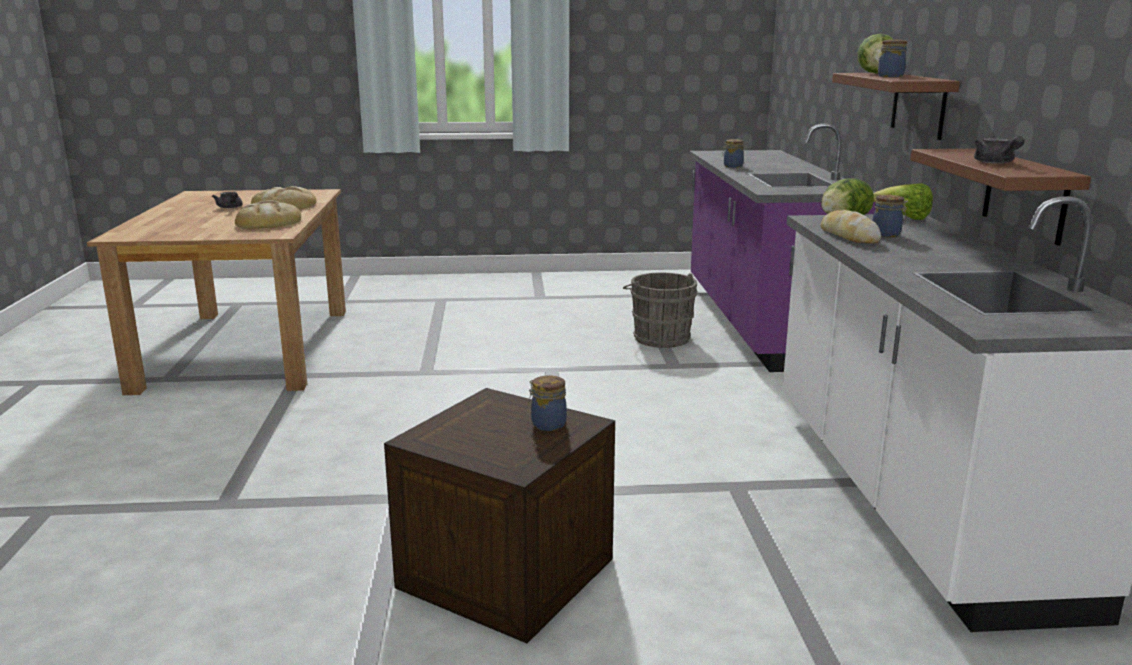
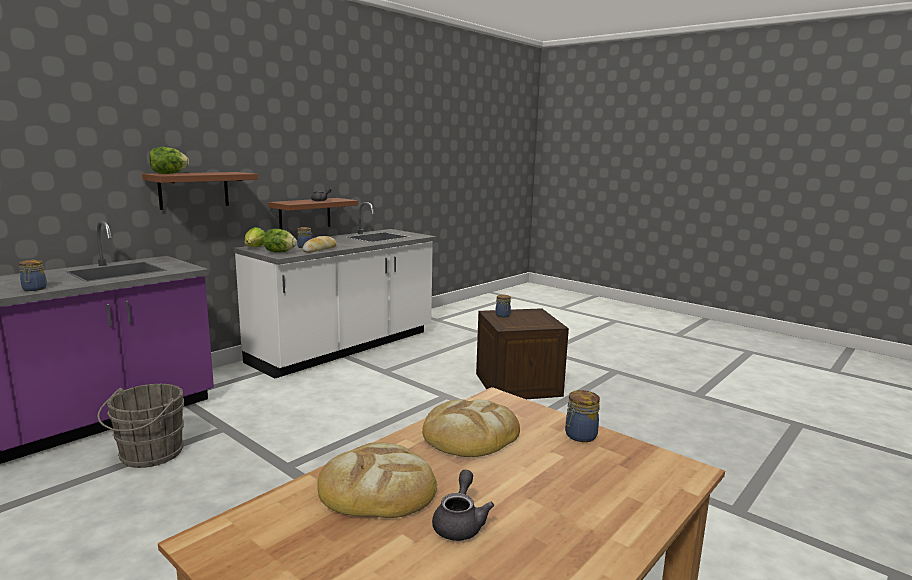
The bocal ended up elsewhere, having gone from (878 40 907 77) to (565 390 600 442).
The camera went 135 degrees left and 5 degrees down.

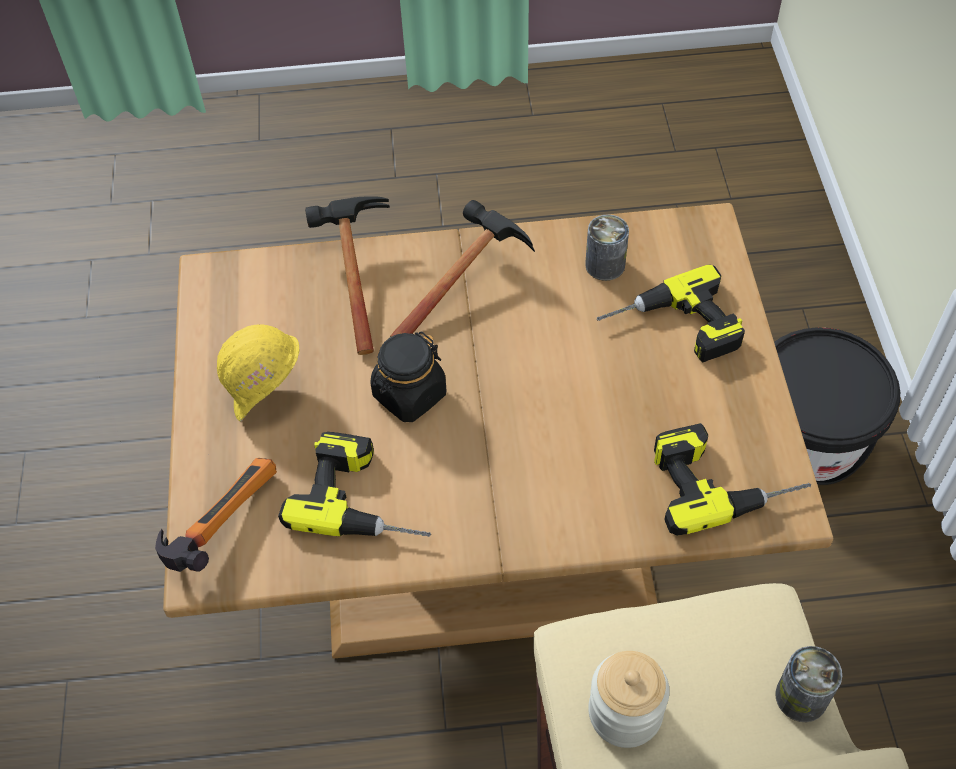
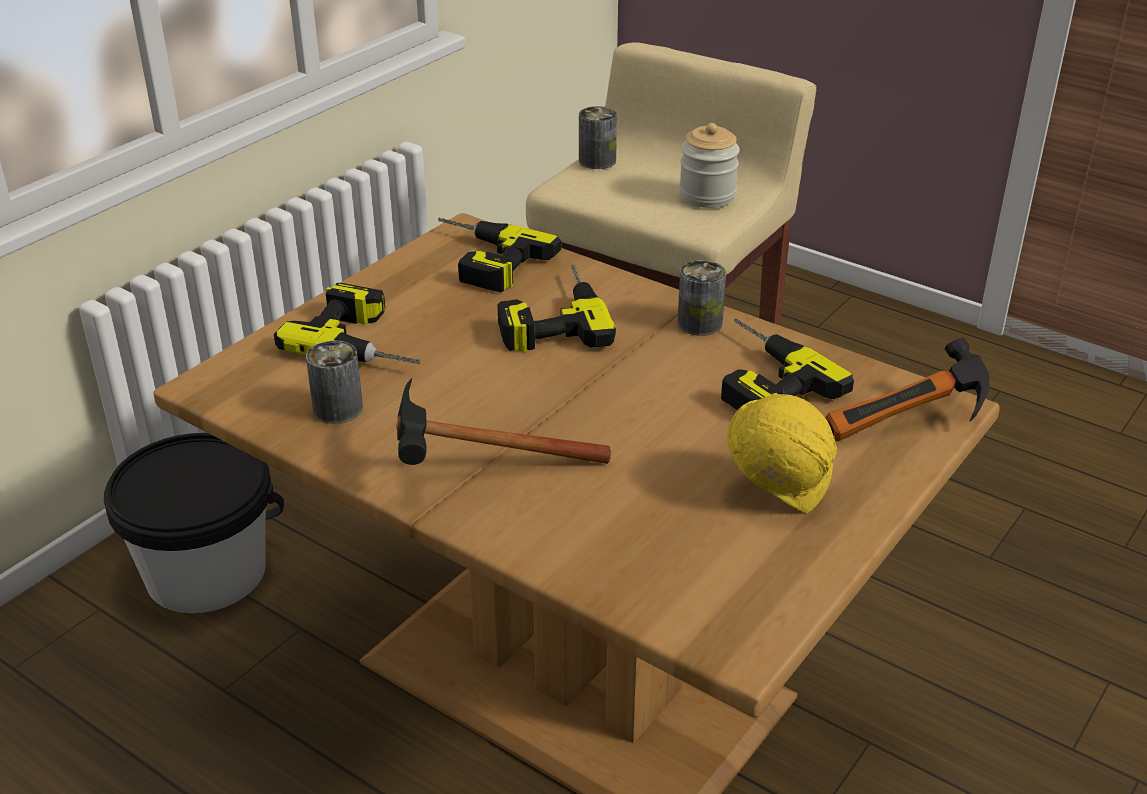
The second view lost the marteau at (305 196 390 355).
The second view lost the bocal (noir) at (371 331 446 422).
The second view gained the perceuse at (497 264 616 352).
The second view gained the boîte métallique at (678 260 726 336).
The camera went 140 degrees left and 20 degrees down.

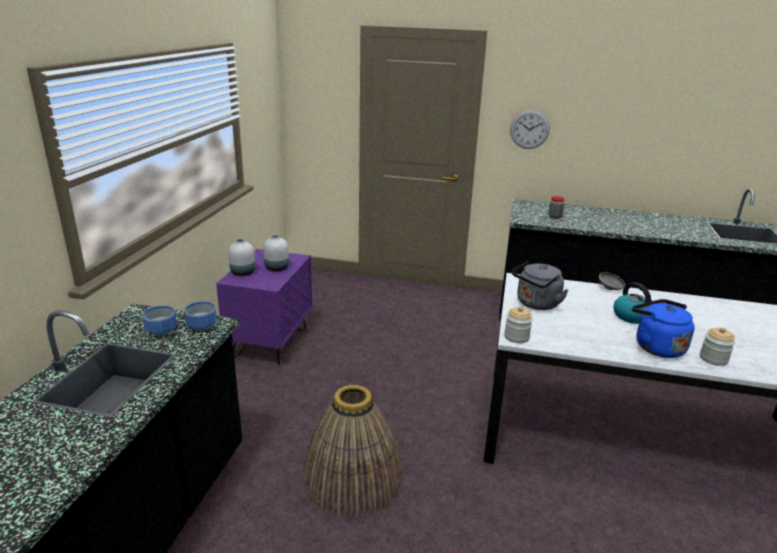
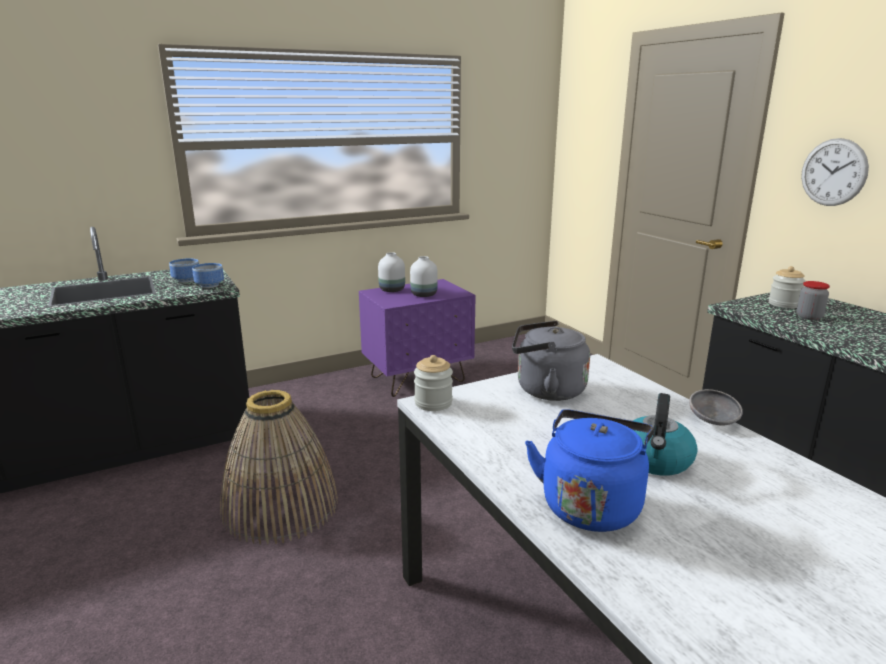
The bocal ended up elsewhere, having gone from (700 327 735 366) to (769 266 806 308).
The camera went 50 degrees right and 5 degrees down.

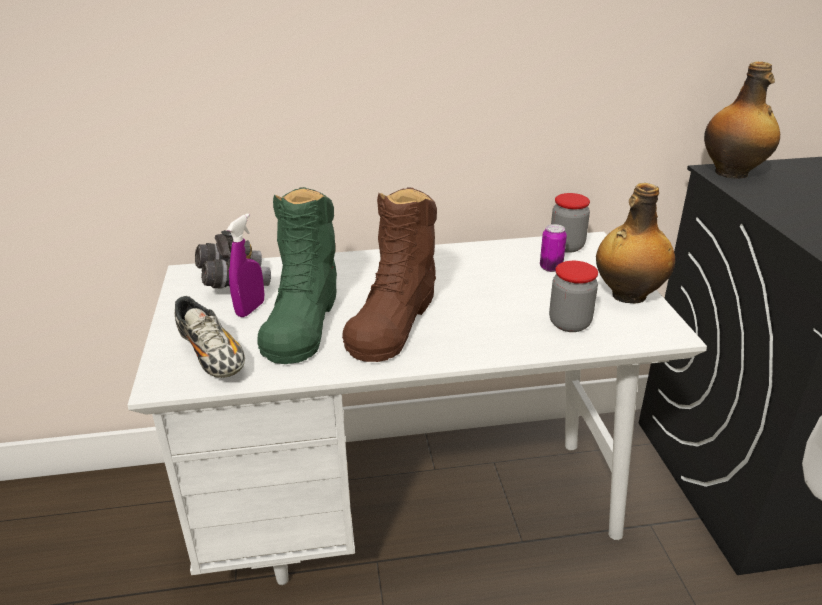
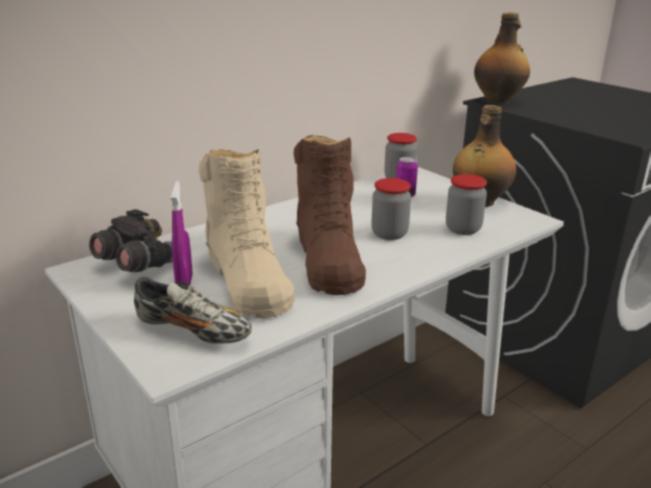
The second view gained the bocal at (371 178 411 240).
What was the botte (vert) at (257 187 337 364) turned into the botte (beige) at (199 149 295 318).
The camera went 30 degrees left and 5 degrees down.

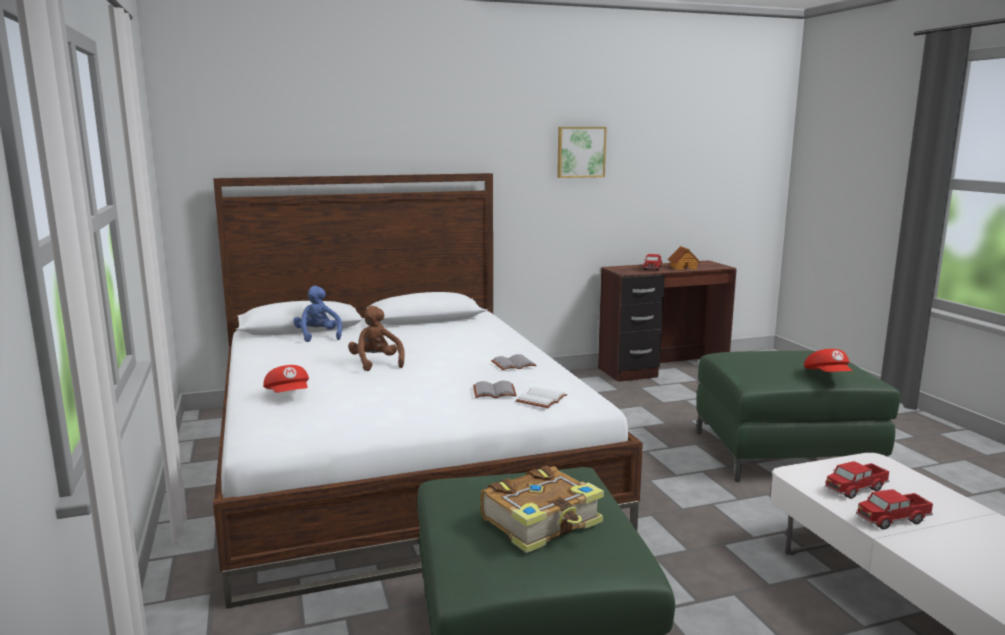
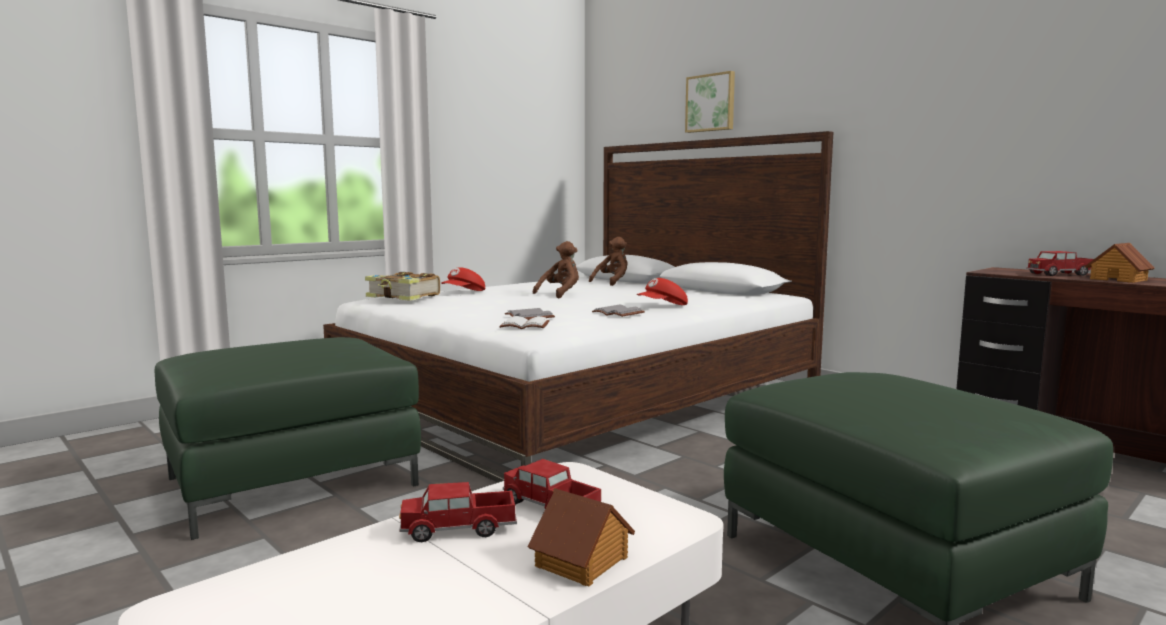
The second view gained the maison miniature at (527 488 635 586).
The livre ended up elsewhere, having gone from (481 466 604 553) to (365 272 440 301).
The tableau ended up elsewhere, having gone from (557 127 607 178) to (685 71 735 133).
The casquette (rouge) ended up elsewhere, having gone from (804 349 852 372) to (637 278 688 305).
What was the peluche (bleu) at (293 286 342 342) turned into the peluche (marron) at (589 237 628 286).
The camion jouet at (856 489 933 530) ended up facing another way, 60 degrees counterclockwise from before.
The camera went 65 degrees right and 5 degrees down.

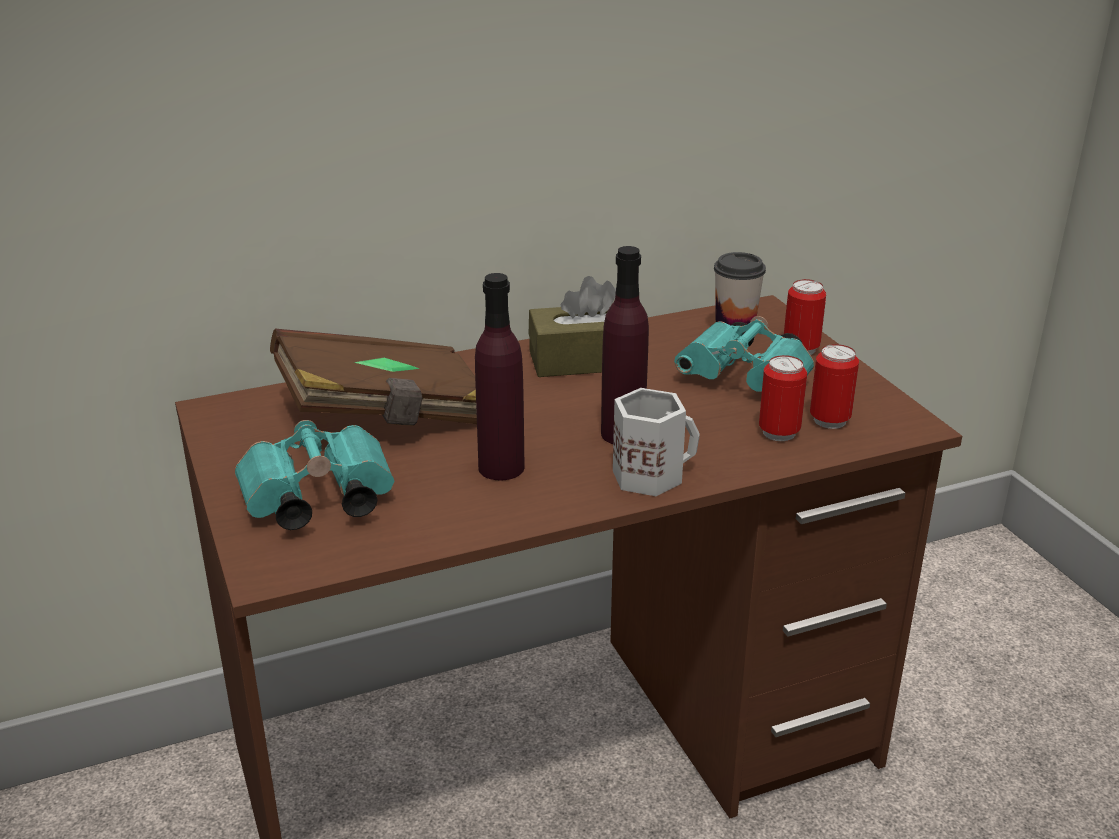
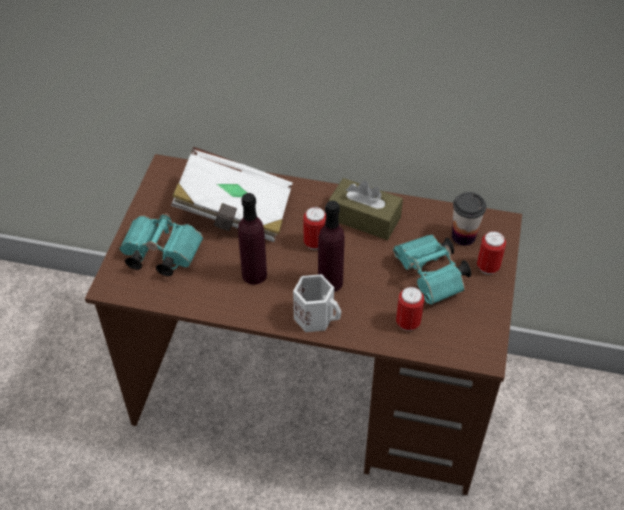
The boîte métallique ended up elsewhere, having gone from (810 344 859 429) to (303 207 326 250).
What was the livre (marron) at (270 329 477 426) turned into the livre (blanc) at (171 147 293 242).
The camera went 35 degrees right and 20 degrees up.

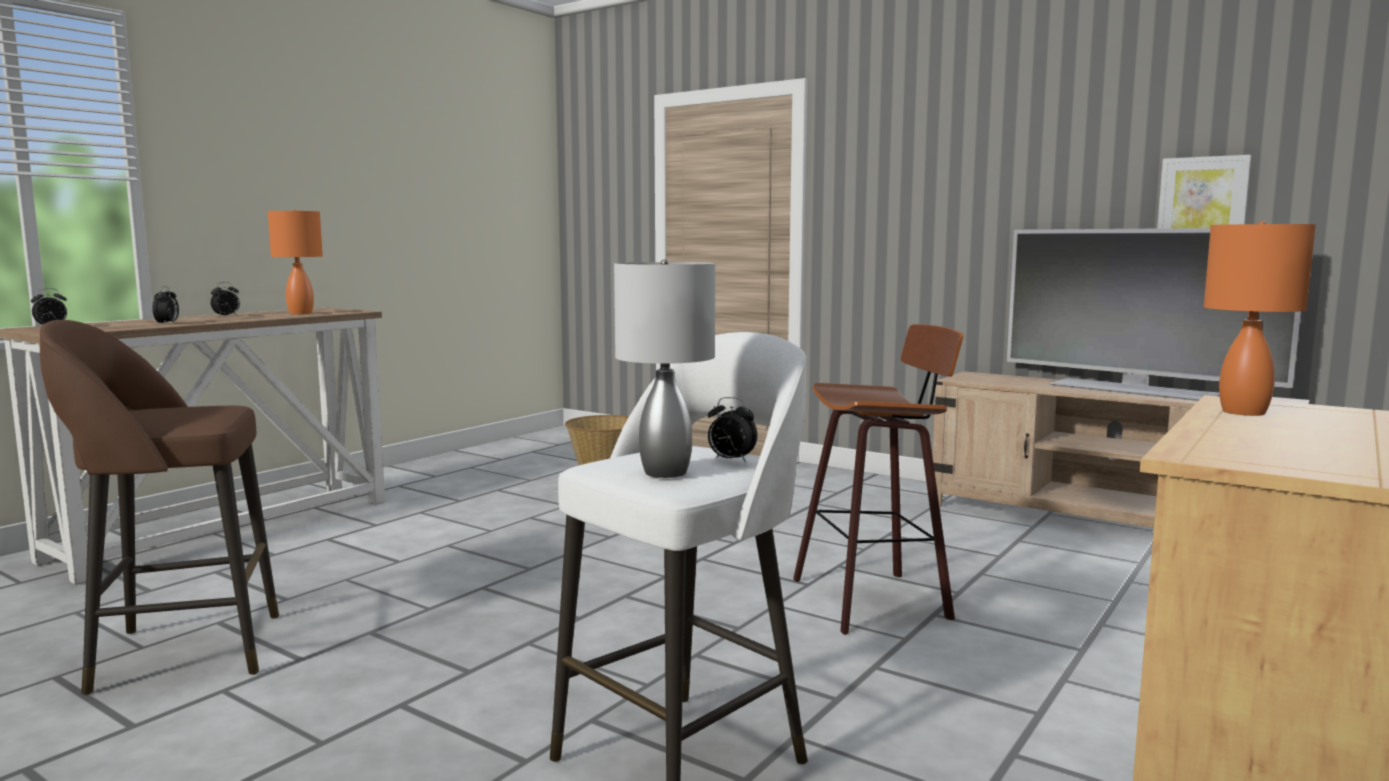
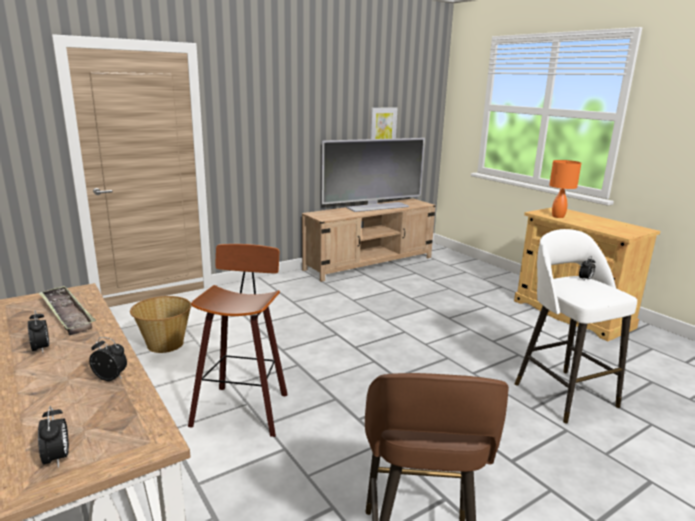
The second view lost the lampe de table (gris) at (614 259 715 478).
The tabouret ended up elsewhere, having gone from (793 324 963 635) to (188 244 288 437).
Where the lampe de table (orange) stood at (268 210 323 315), the plateau came to stand at (38 286 96 335).
The camera went 70 degrees left and 10 degrees up.

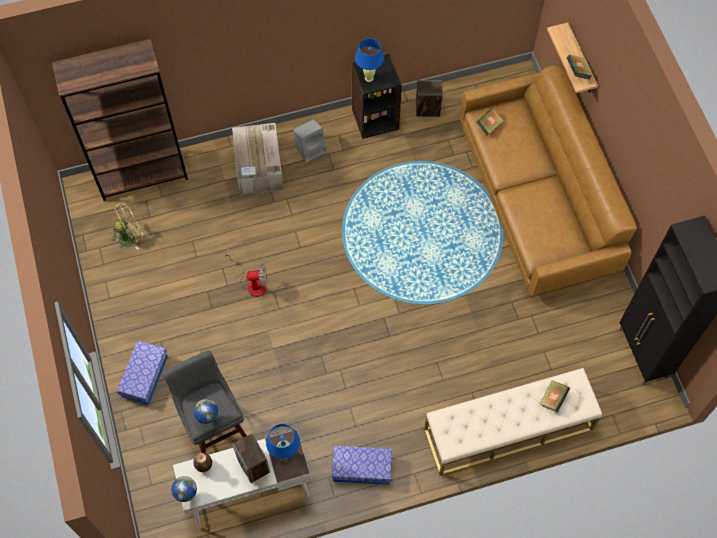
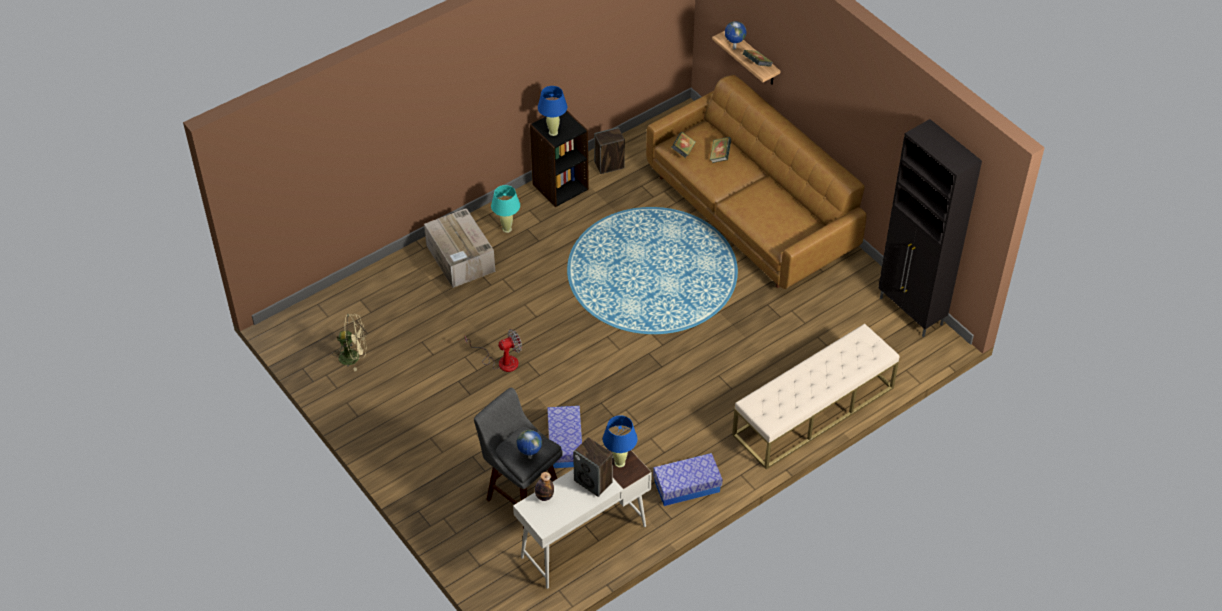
The second view lost the bibliothèque (marron) at (52 39 188 201).
The boîte de rangement ended up elsewhere, having gone from (117 340 168 405) to (547 406 582 468).
The globe ended up elsewhere, having gone from (171 476 197 502) to (725 21 746 50).
The livre ended up elsewhere, having gone from (540 380 570 412) to (710 137 731 163).
Where the enceinte (gris) stood at (293 119 326 163), the lampe de table (turquoise) came to stand at (491 185 520 233).
The ventilateur (beige) at (110 202 143 250) ended up facing another way, 45 degrees clockwise from before.
The camera went 20 degrees left and 15 degrees down.

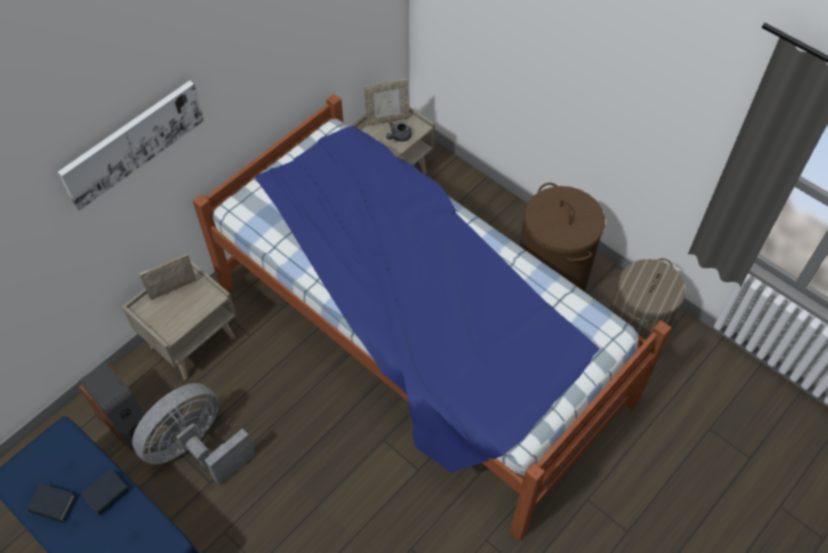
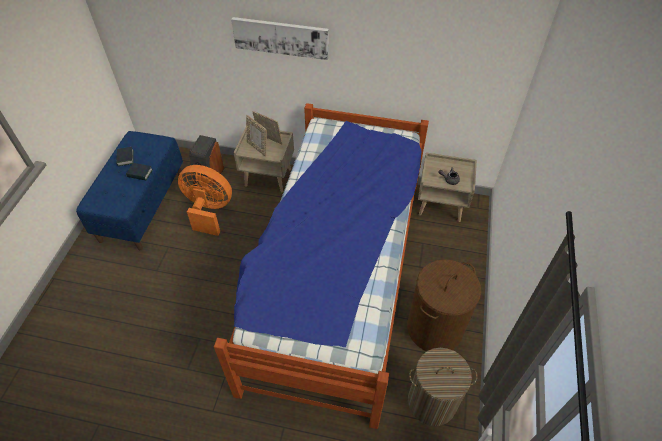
The cadre photo ended up elsewhere, having gone from (364 79 409 126) to (246 115 267 157).
What was the ventilateur (gris) at (132 383 255 485) turned into the ventilateur (orange) at (178 165 232 236).
The camera went 60 degrees right and 5 degrees down.

